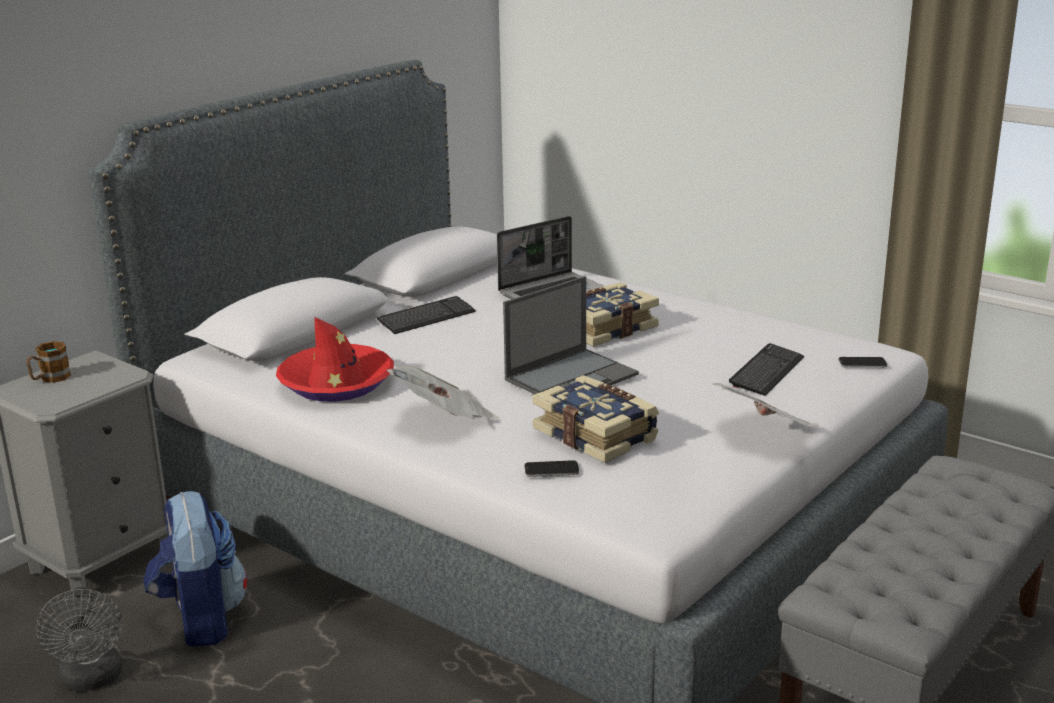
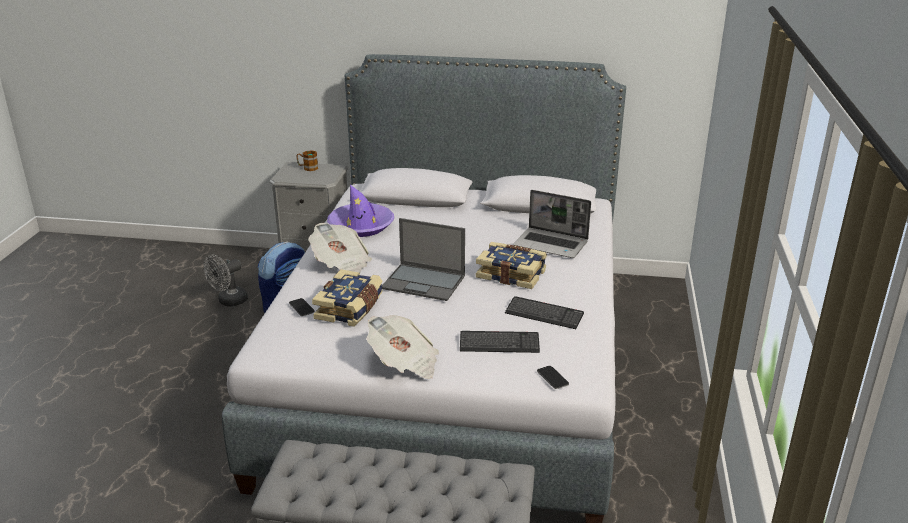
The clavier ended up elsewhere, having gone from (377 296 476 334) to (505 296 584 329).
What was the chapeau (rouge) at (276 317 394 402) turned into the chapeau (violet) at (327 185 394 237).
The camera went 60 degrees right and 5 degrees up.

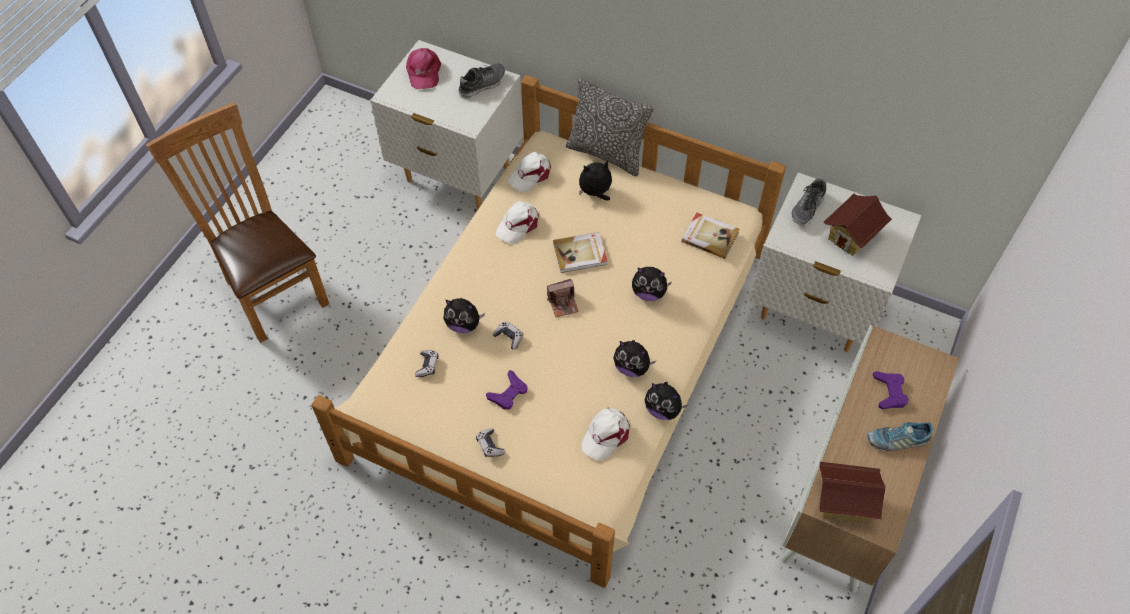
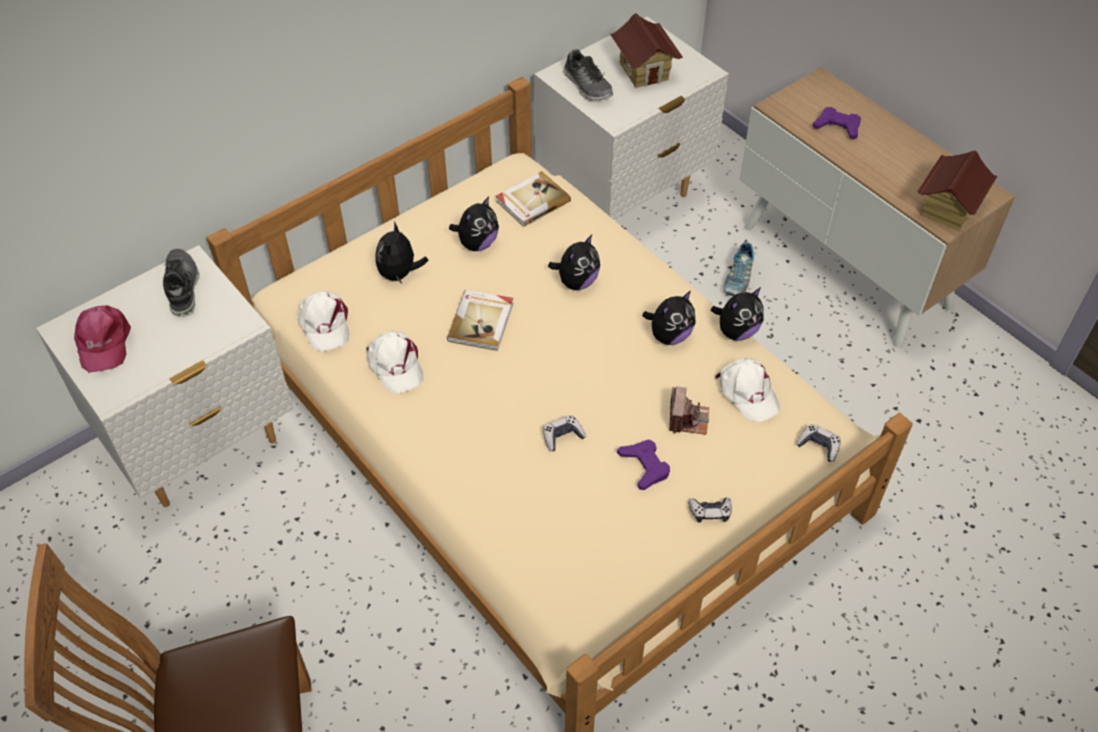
The second view lost the coussin at (566 79 654 176).
The manette ended up elsewhere, having gone from (415 350 438 377) to (796 424 841 462).
The peluche ended up elsewhere, having gone from (443 298 485 333) to (449 196 499 251).
The appareil photo ended up elsewhere, having gone from (547 279 579 317) to (669 386 709 435).
The chaussure ended up elsewhere, having gone from (867 422 933 451) to (723 242 754 296).
The casquette (rose) at (406 48 441 89) ended up facing another way, 60 degrees clockwise from before.
The camera went 65 degrees left and 5 degrees down.

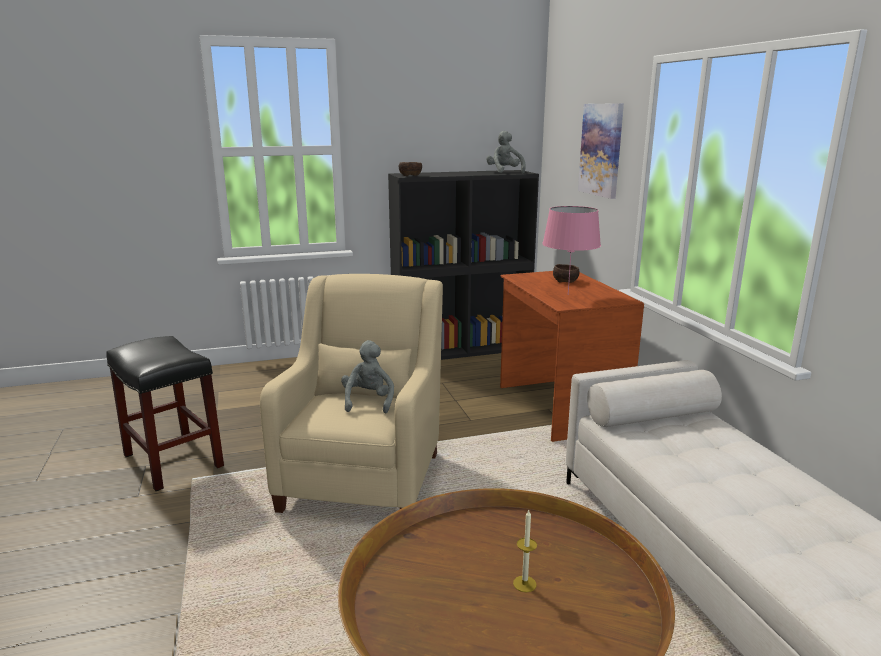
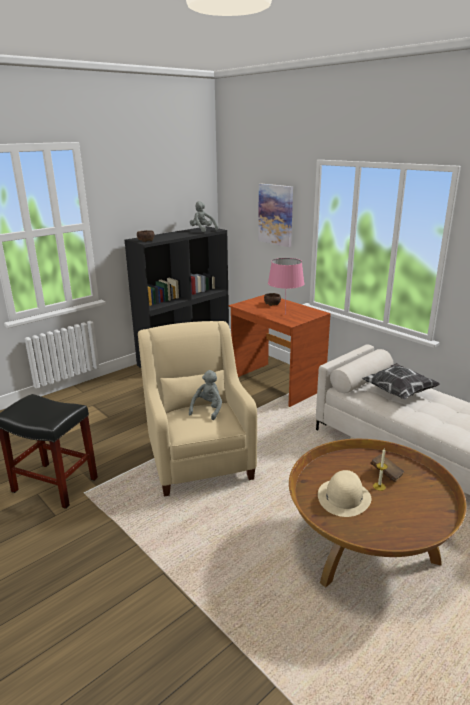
The second view gained the chapeau (beige) at (318 470 371 517).
The second view gained the coussin at (362 363 440 399).
The second view gained the livre (marron) at (370 454 404 482).
The peluche (gris) at (341 340 394 413) ended up facing another way, 45 degrees clockwise from before.
The camera went 25 degrees left and 5 degrees up.

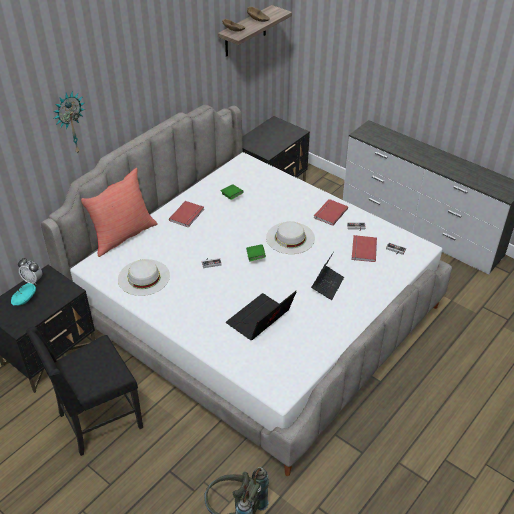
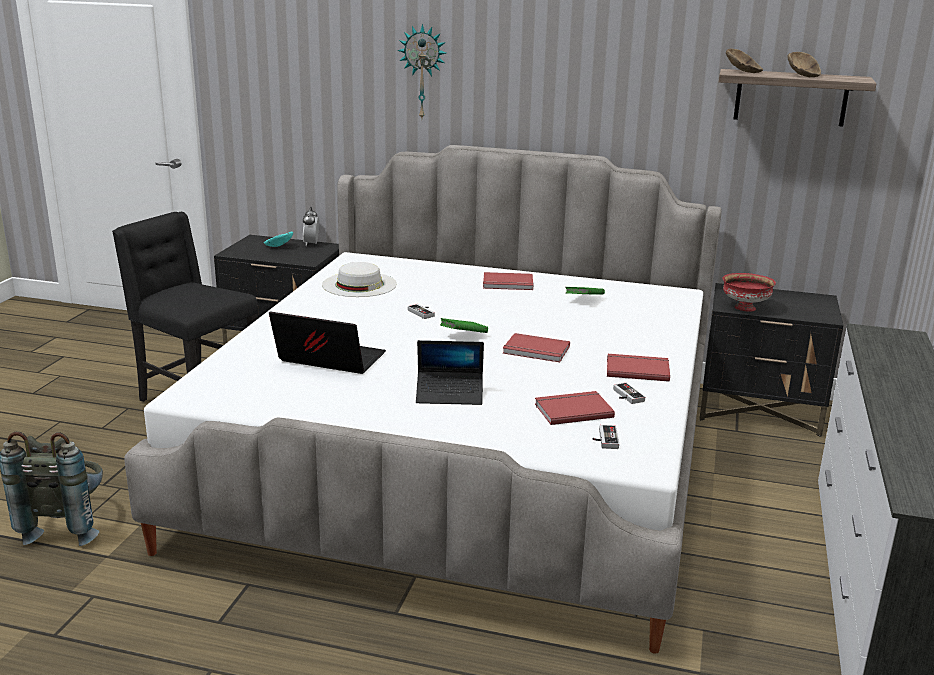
The second view lost the coussin (rouge) at (81 168 158 257).
The second view gained the bol (rouge) at (722 273 776 312).
Where the chapeau (blanc) stood at (266 221 315 254), the livre (rouge) came to stand at (503 333 570 362).
The camera went 65 degrees right and 20 degrees down.

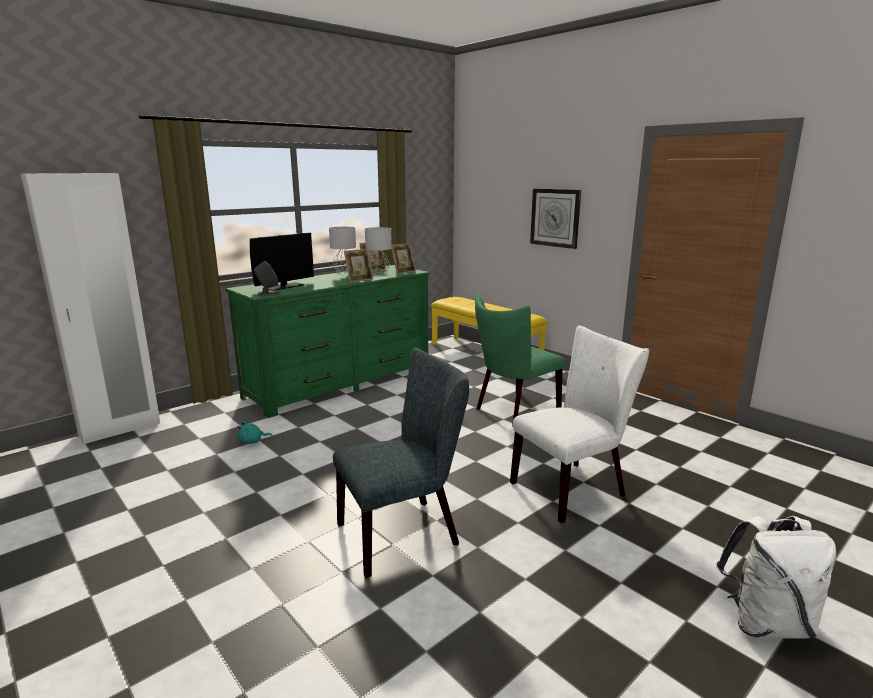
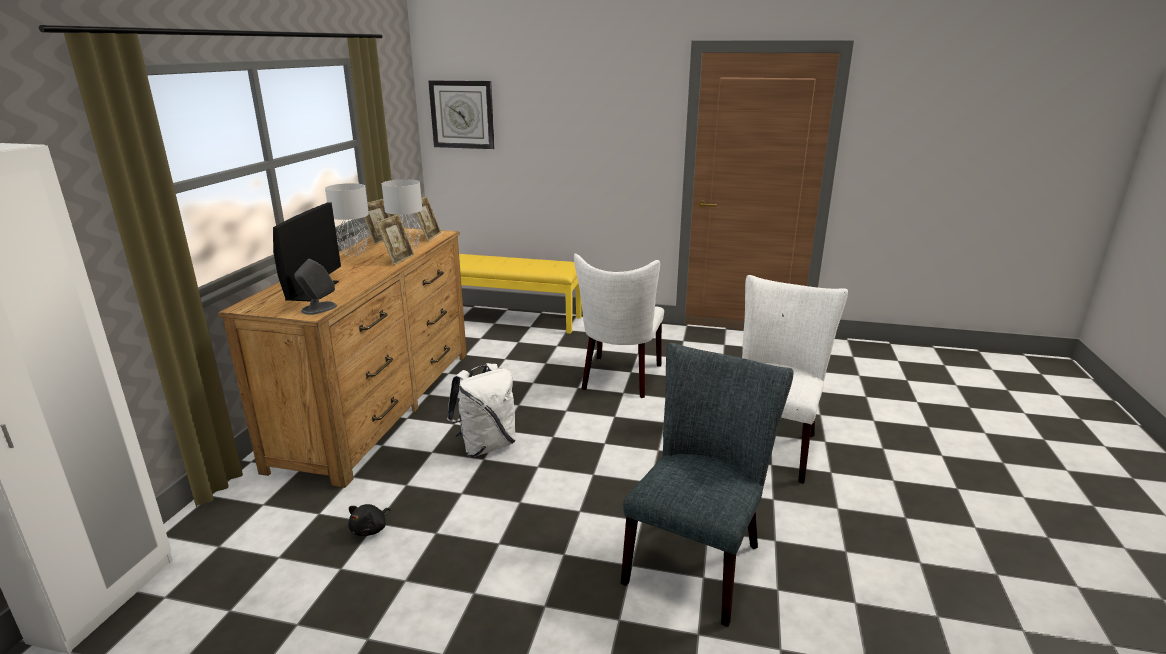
The horloge murale ended up elsewhere, having gone from (530 188 581 249) to (428 80 495 149).
The sac à dos (blanc) ended up elsewhere, having gone from (716 516 836 639) to (447 363 516 457).
What was the commode (vert) at (225 265 430 418) turned into the commode (marron) at (218 228 467 488).
What was the peluche (turquoise) at (237 421 272 444) turned into the peluche (noir) at (348 504 390 536).
What was the chaise (vert) at (475 294 565 426) turned into the chaise (blanc) at (574 254 664 398).
The camera went 35 degrees left and 5 degrees up.

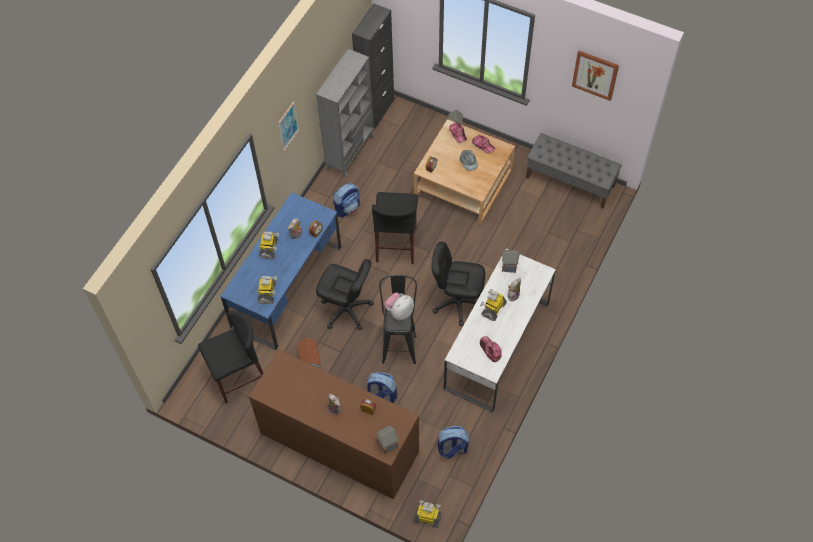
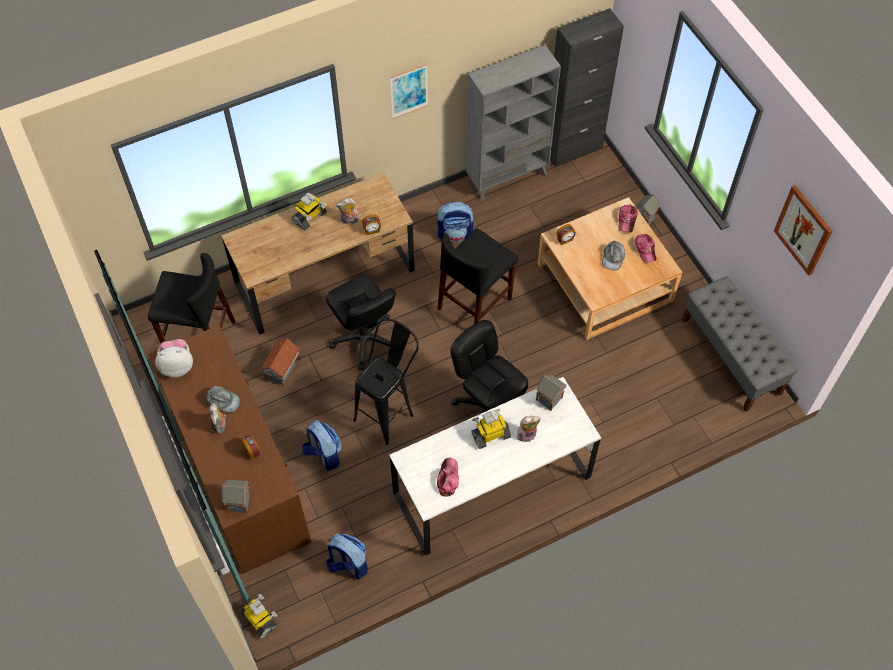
The second view lost the robot jouet at (258 276 277 304).
The second view gained the casquette (gris) at (205 386 240 413).
The peluche ended up elsewhere, having gone from (384 293 414 320) to (155 339 193 378).
What was the bureau (bleu) at (220 192 341 350) turned into the bureau (marron) at (221 172 415 335).
The camera went 35 degrees right and 0 degrees up.

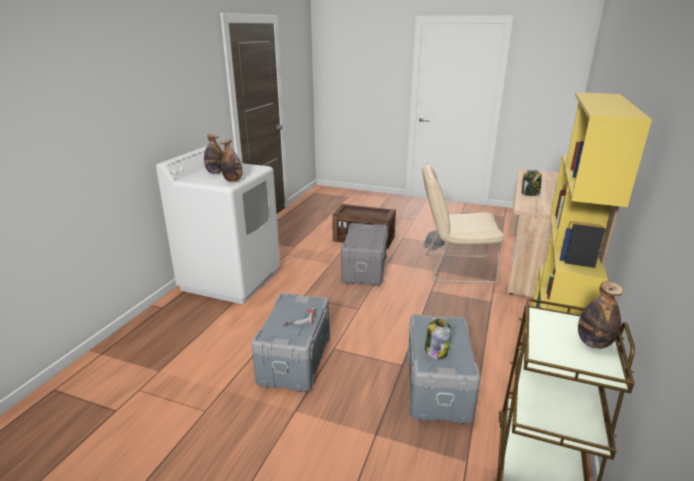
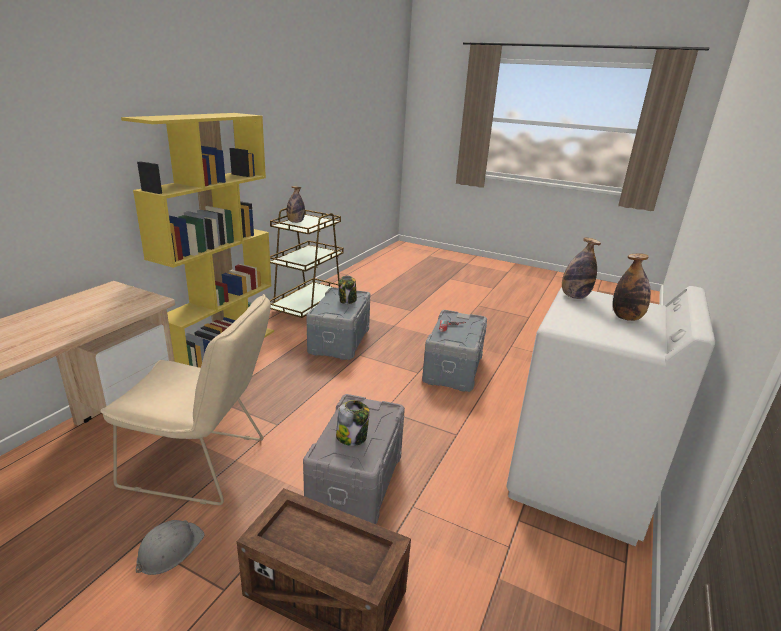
The bocal ended up elsewhere, having gone from (522 170 542 196) to (336 400 370 446).
The camera went 175 degrees left and 0 degrees up.

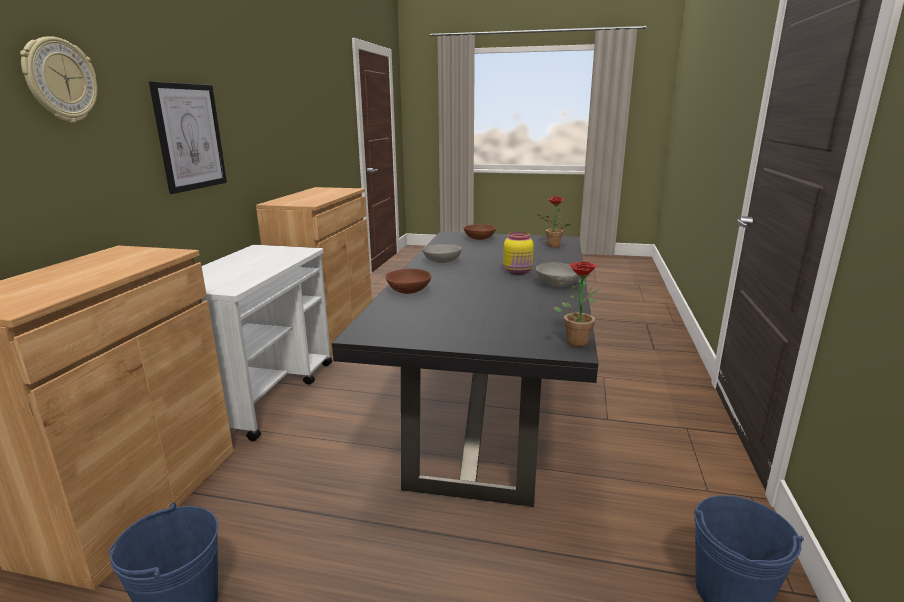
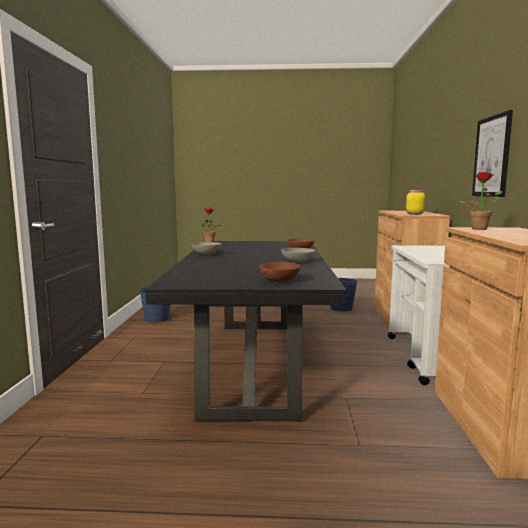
The second view lost the horloge murale at (20 36 97 122).
The bocal (jaune) ended up elsewhere, having gone from (503 232 534 275) to (406 190 425 215).
The plante en pot ended up elsewhere, having gone from (536 196 571 247) to (459 172 502 230).
The camera went 170 degrees right and 10 degrees down.

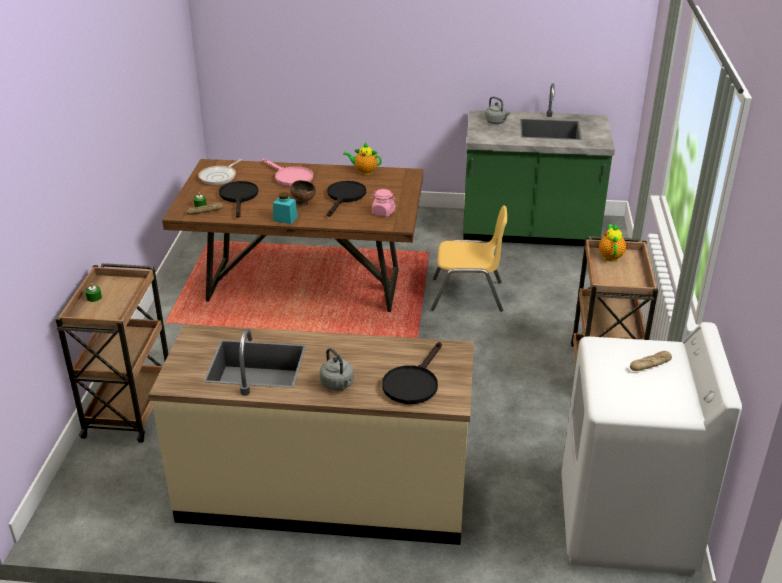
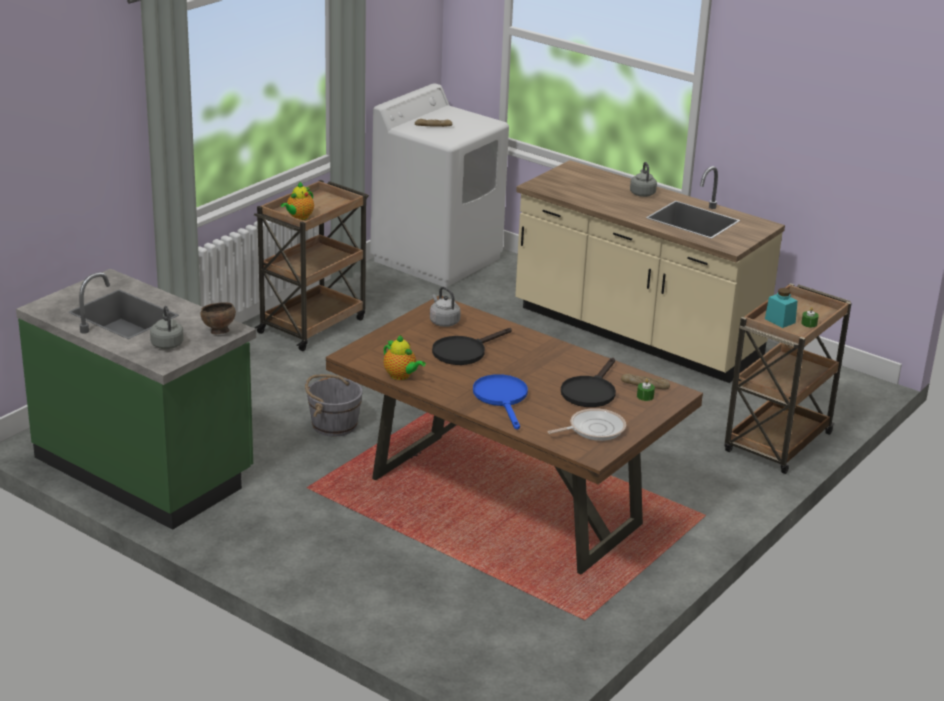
The second view lost the poêle (noir) at (382 342 442 404).
The bocal (turquoise) ended up elsewhere, having gone from (273 192 298 224) to (765 288 798 328).
The bol (marron) ended up elsewhere, having gone from (290 180 316 206) to (200 302 236 334).
Where the bocal (rose) stood at (371 189 396 217), the bouilloire (gris) came to stand at (430 287 461 327).
Where the chaise (jaune) stood at (431 205 507 312), the seau (gris) came to stand at (305 374 363 436).
What was the poêle (rose) at (262 159 313 186) turned into the poêle (bleu) at (473 374 528 430).
The camera went 150 degrees left and 5 degrees down.

